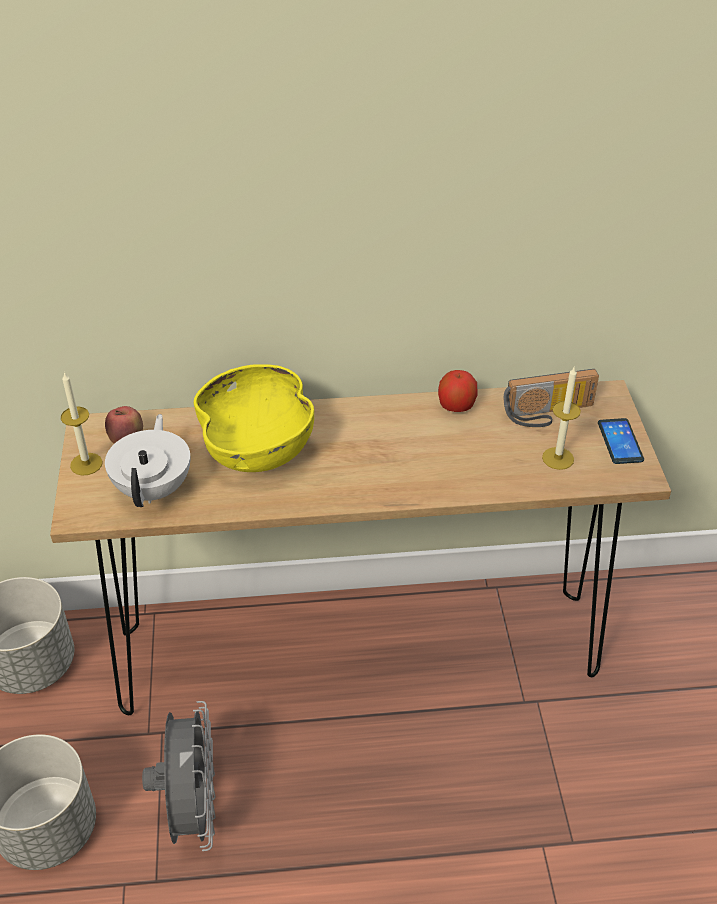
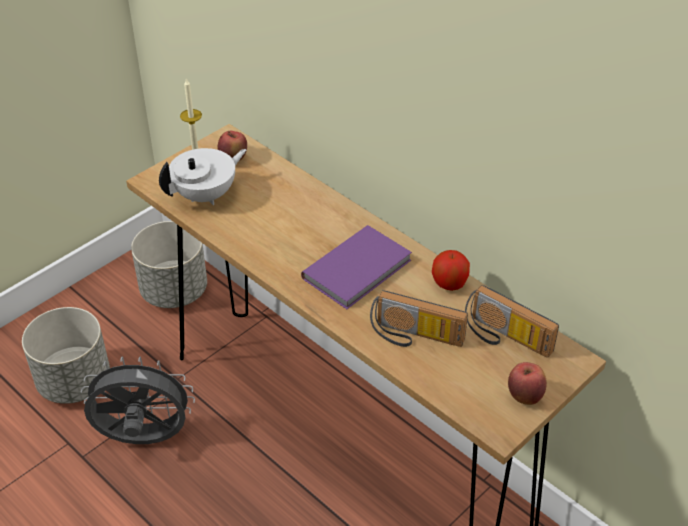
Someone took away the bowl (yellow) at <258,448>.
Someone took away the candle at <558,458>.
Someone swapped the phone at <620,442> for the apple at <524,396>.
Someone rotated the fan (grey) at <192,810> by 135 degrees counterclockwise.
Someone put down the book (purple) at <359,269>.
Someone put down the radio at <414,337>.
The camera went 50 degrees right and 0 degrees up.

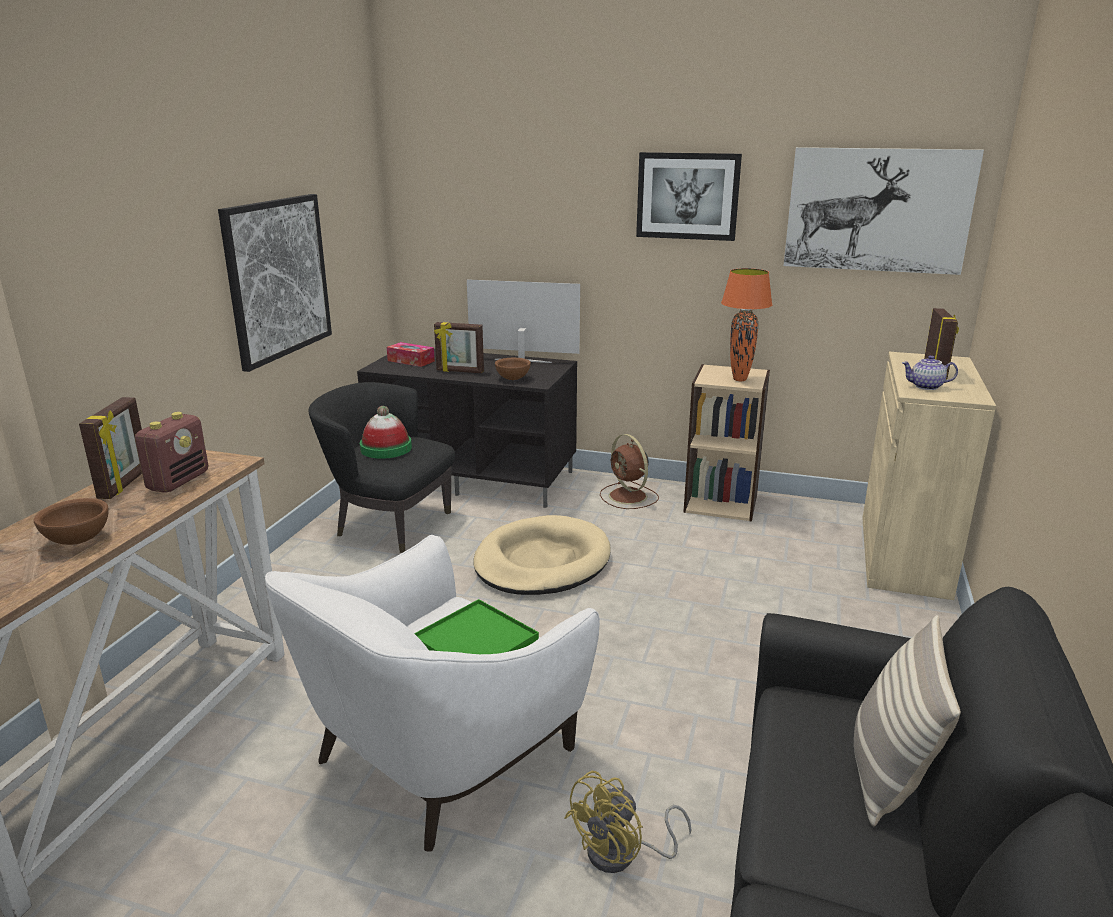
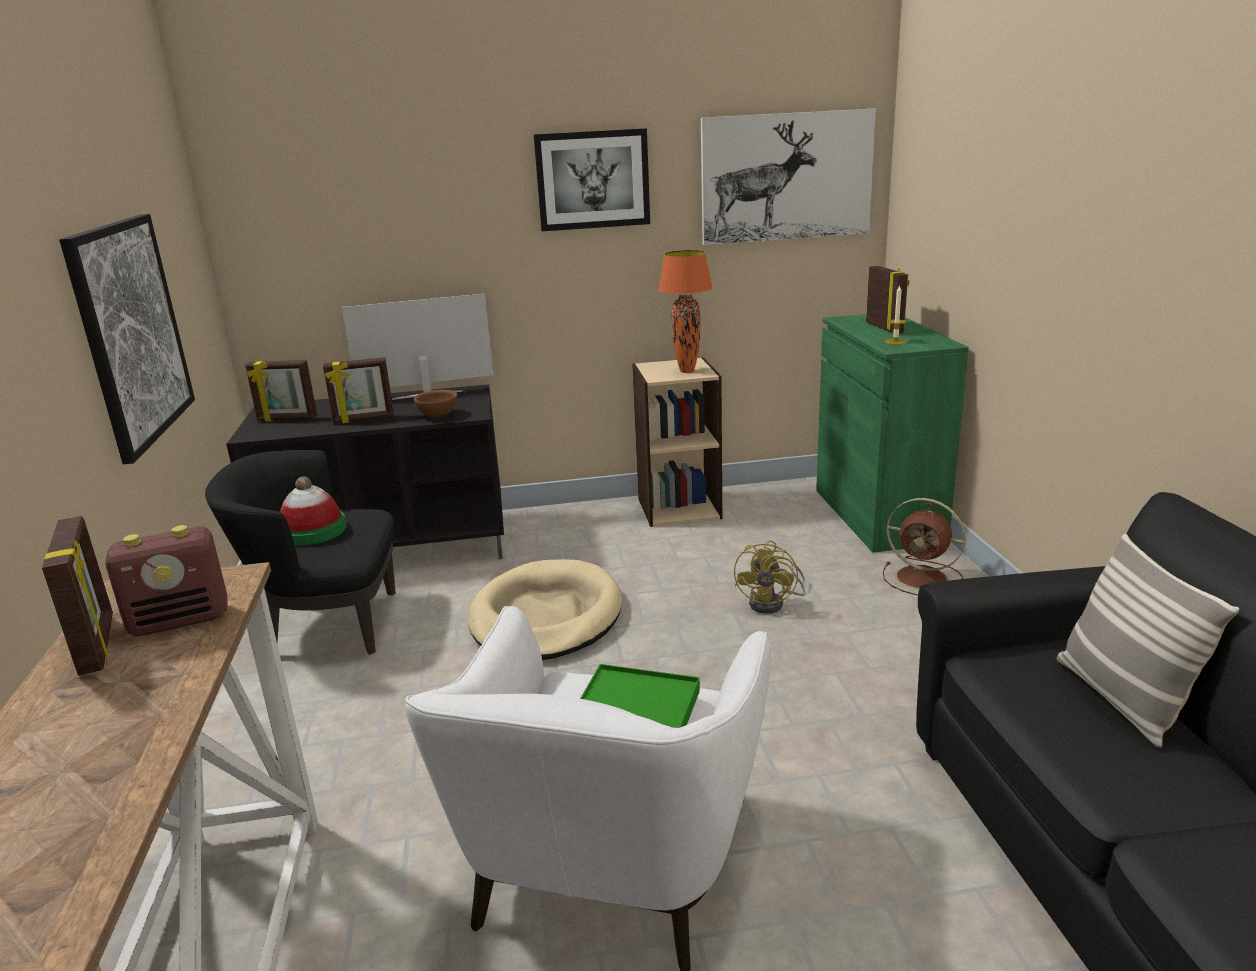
Someone swapped the tissue box at <411,361> for the picture frame at <287,419>.
Someone repainted the cabinet (beige) at <904,555>, which became the cabinet (green) at <877,515>.
Someone swapped the teapot at <926,387> for the candle at <895,342>.
Someone rotated the radio at <178,481> by 75 degrees clockwise.
Someone carried the fan (brown) from <629,497> to <924,578>.
Someone took away the bowl (brown) at <79,539>.
Someone carried the fan (yellow) from <622,854> to <773,603>.
The camera went 25 degrees left and 0 degrees up.

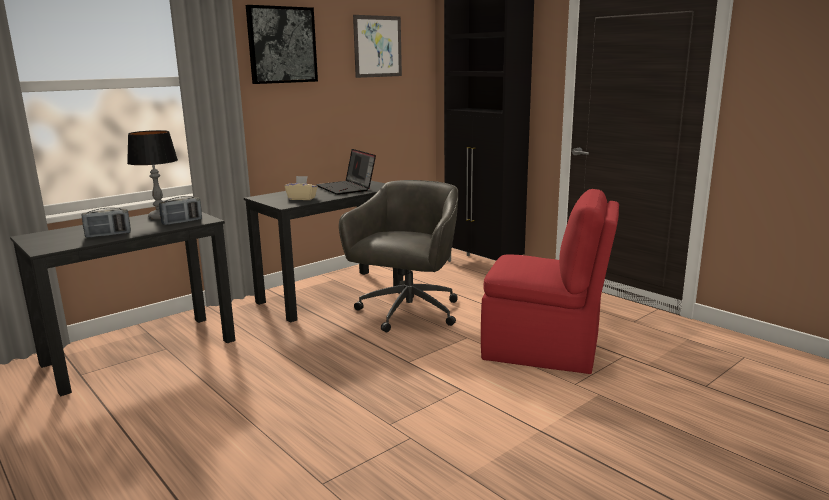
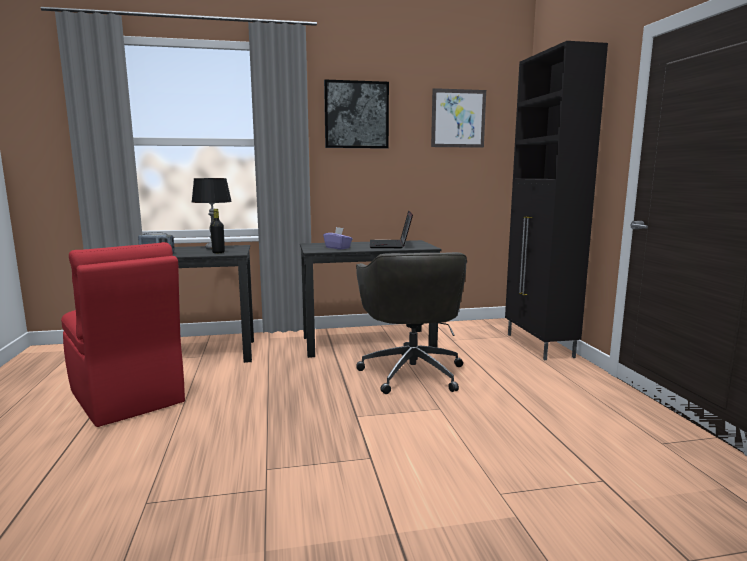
Someone repainted the tissue box (beige) at <302,198>, which became the tissue box (purple) at <338,248>.
Someone rotated the office chair (grey) at <407,313> by 120 degrees clockwise.
Someone carried the chair (red) from <544,350> to <127,398>.
Someone swapped the radio at <182,222> for the bottle (black) at <218,252>.
The camera went 30 degrees right and 5 degrees down.

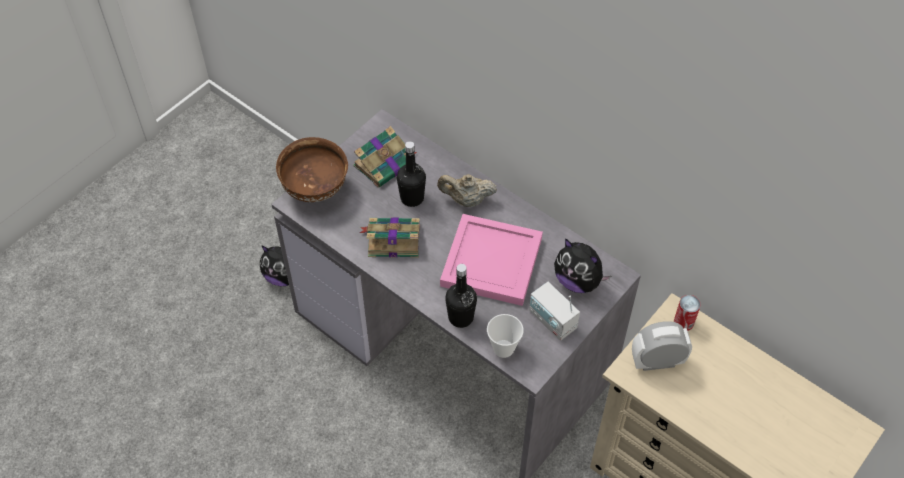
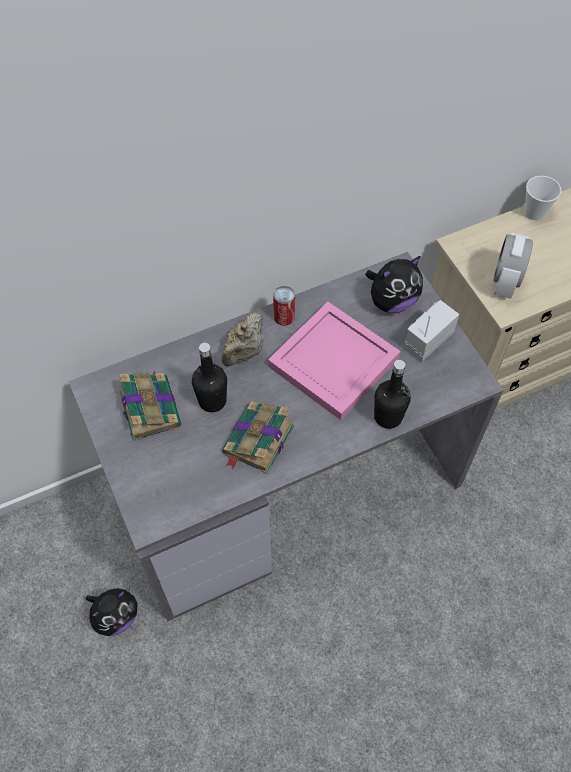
Someone took away the bowl (brown) at <316,190>.
Someone rotated the radio at <552,321> by 150 degrees clockwise.
Someone carried the can from <683,322> to <284,317>.
Someone carried the cup from <503,348> to <534,213>.
The camera went 65 degrees left and 5 degrees up.

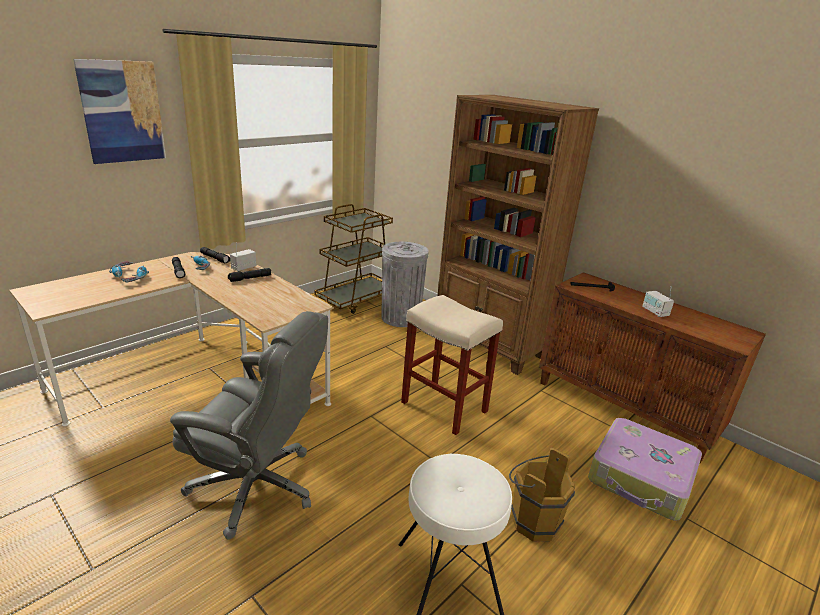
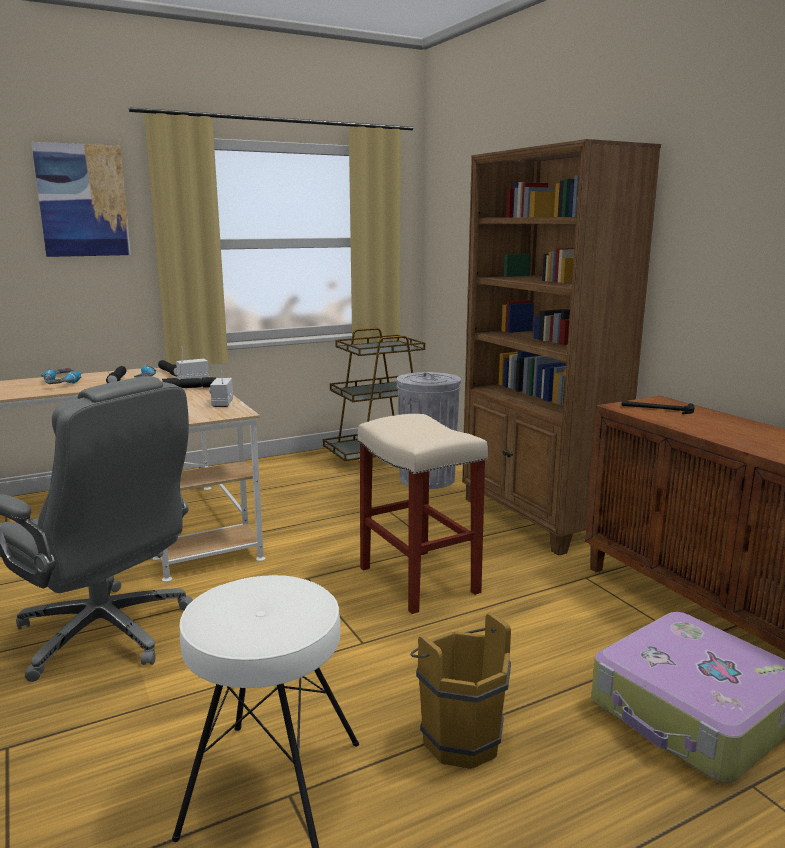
Someone carried the radio from <655,312> to <222,403>.
The camera went 20 degrees right and 10 degrees down.

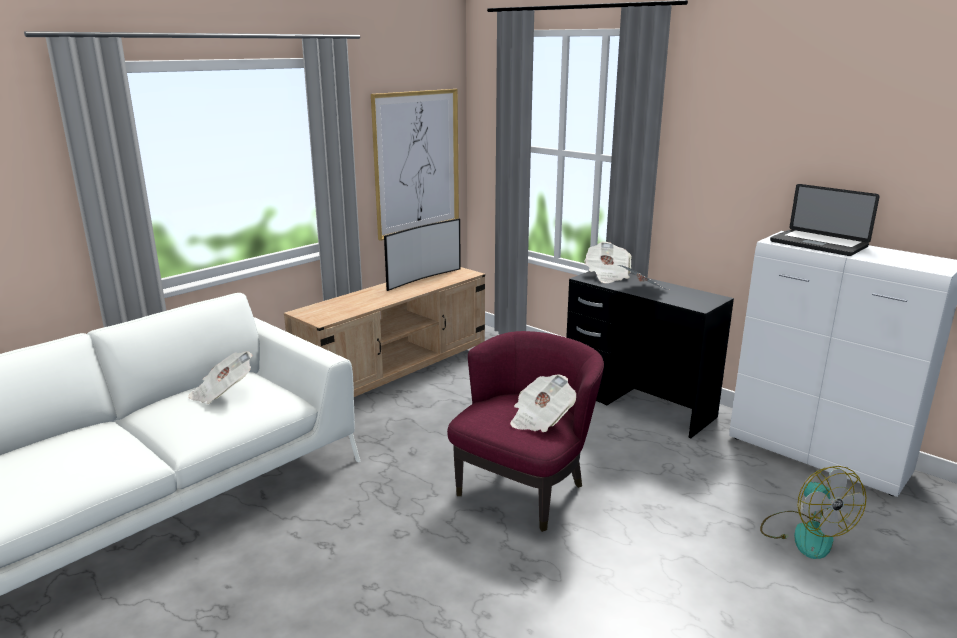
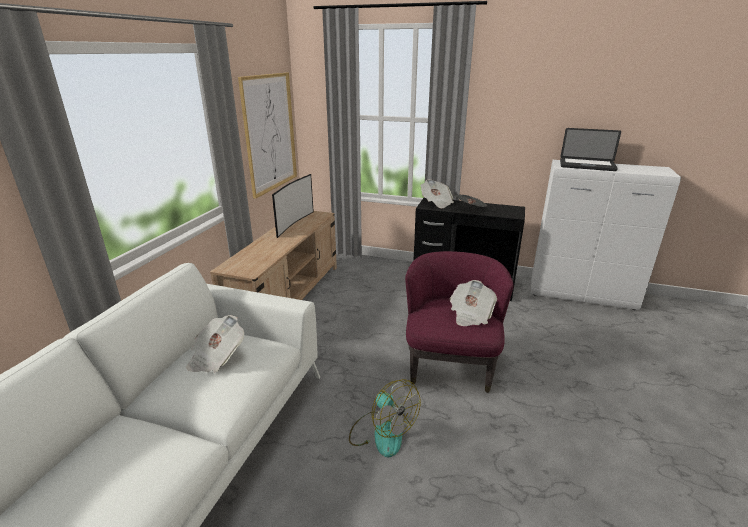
Someone carried the fan from <804,534> to <382,432>.
The camera went 25 degrees left and 5 degrees up.

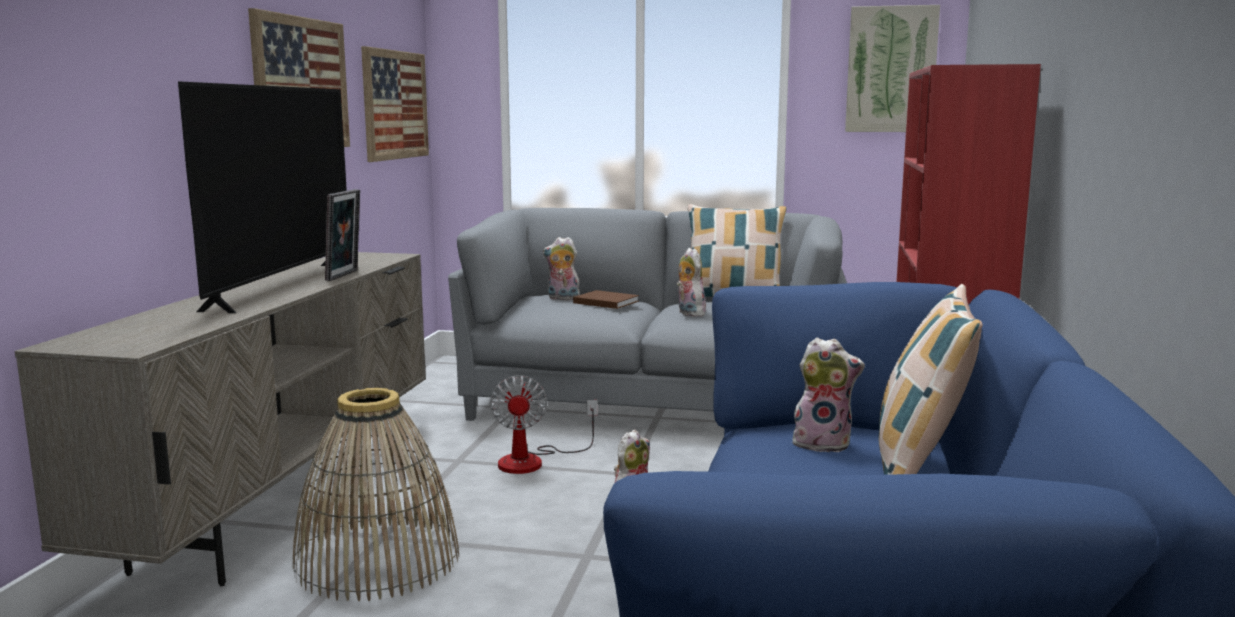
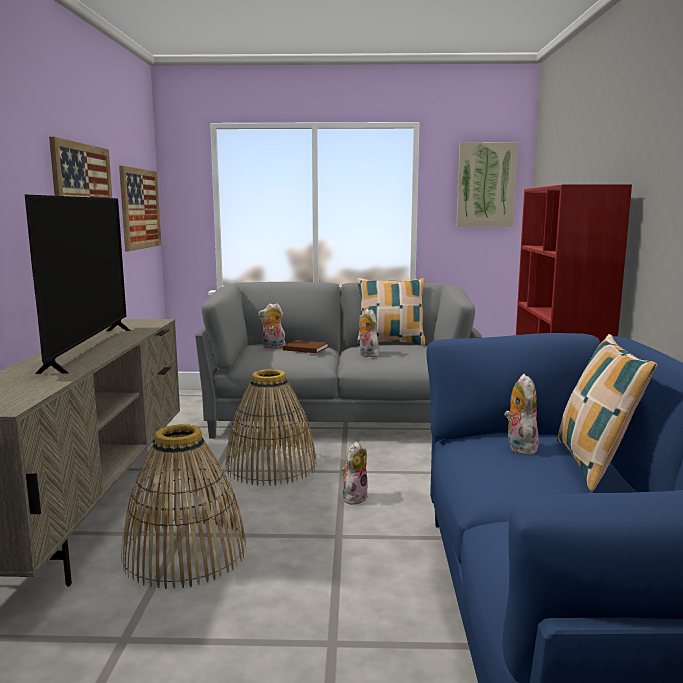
Someone took away the picture frame at <345,275>.
Someone rotated the plush toy at <823,444> by 90 degrees counterclockwise.
Someone swapped the fan at <533,461> for the basket at <271,466>.
The camera went 10 degrees left and 0 degrees up.

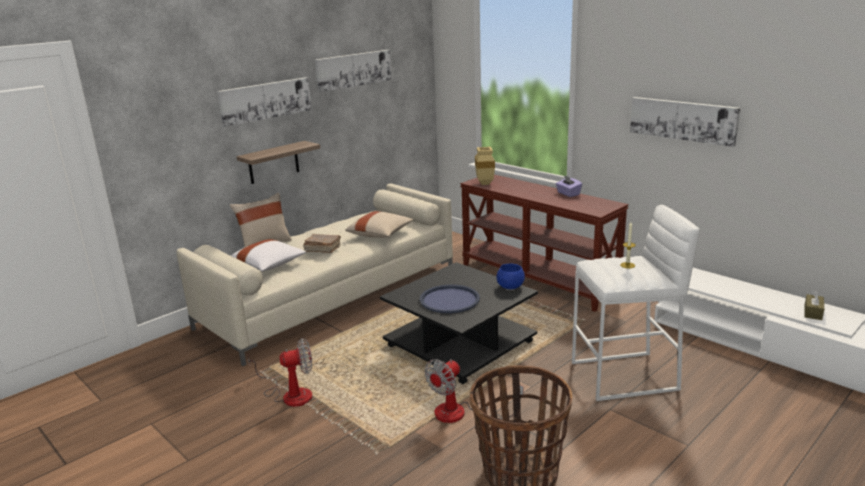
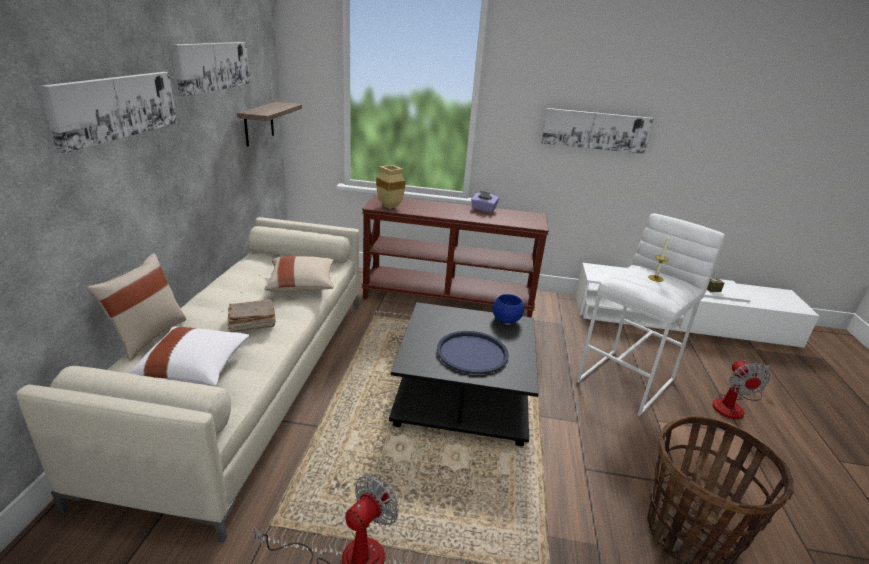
Someone carried the shelf from <273,162> to <259,123>.
Someone carried the fan from <461,413> to <733,405>.
The camera went 40 degrees left and 5 degrees up.

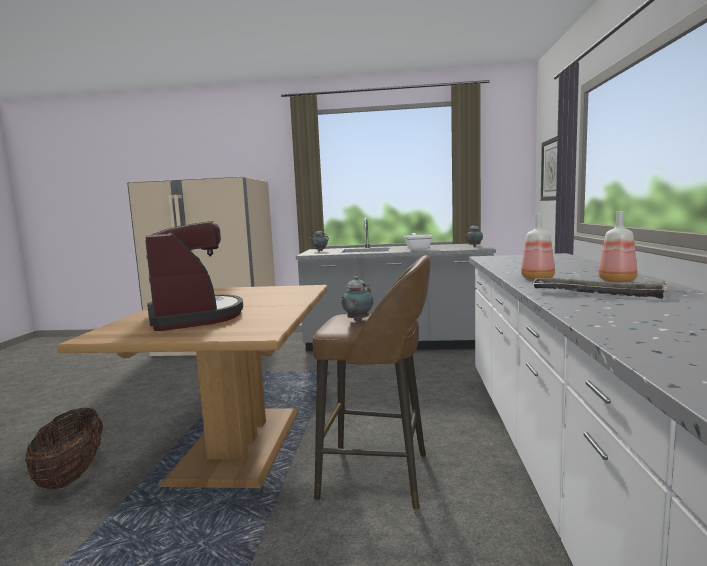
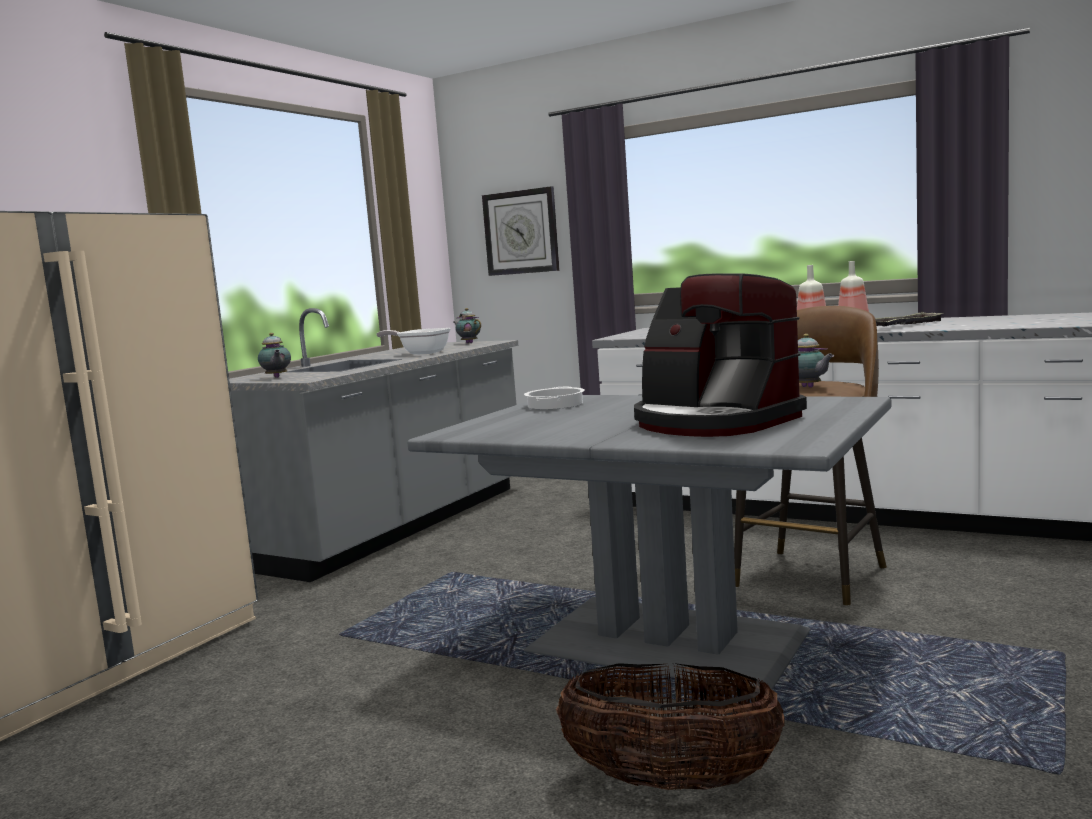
Someone rotated the coffee machine at <194,316> by 135 degrees counterclockwise.
Someone repainted the dining table (brown) at <237,444>, which became the dining table (grey) at <666,644>.
Someone put down the cooking pot at <554,404>.
The camera went 65 degrees left and 0 degrees up.

